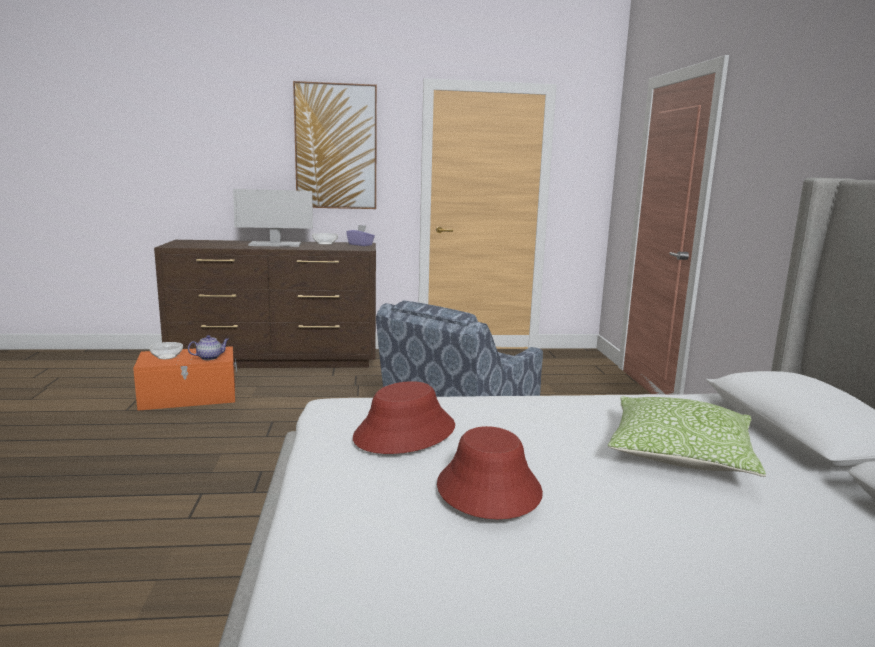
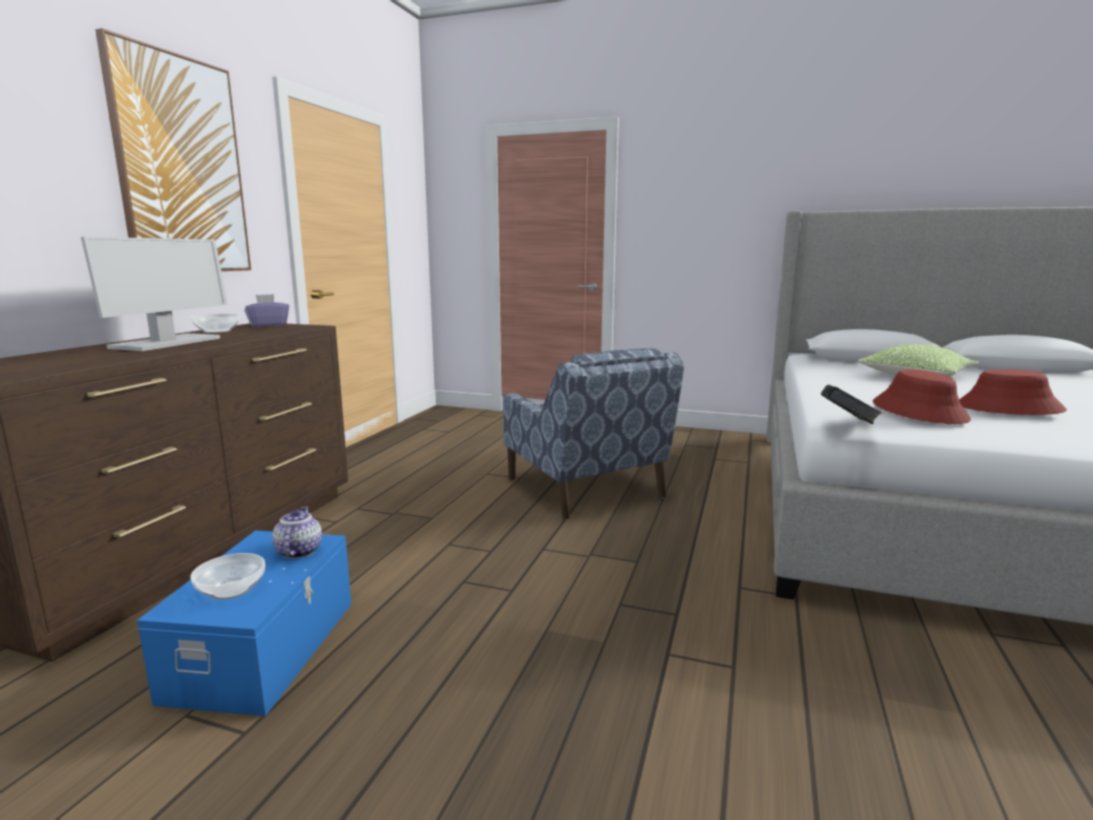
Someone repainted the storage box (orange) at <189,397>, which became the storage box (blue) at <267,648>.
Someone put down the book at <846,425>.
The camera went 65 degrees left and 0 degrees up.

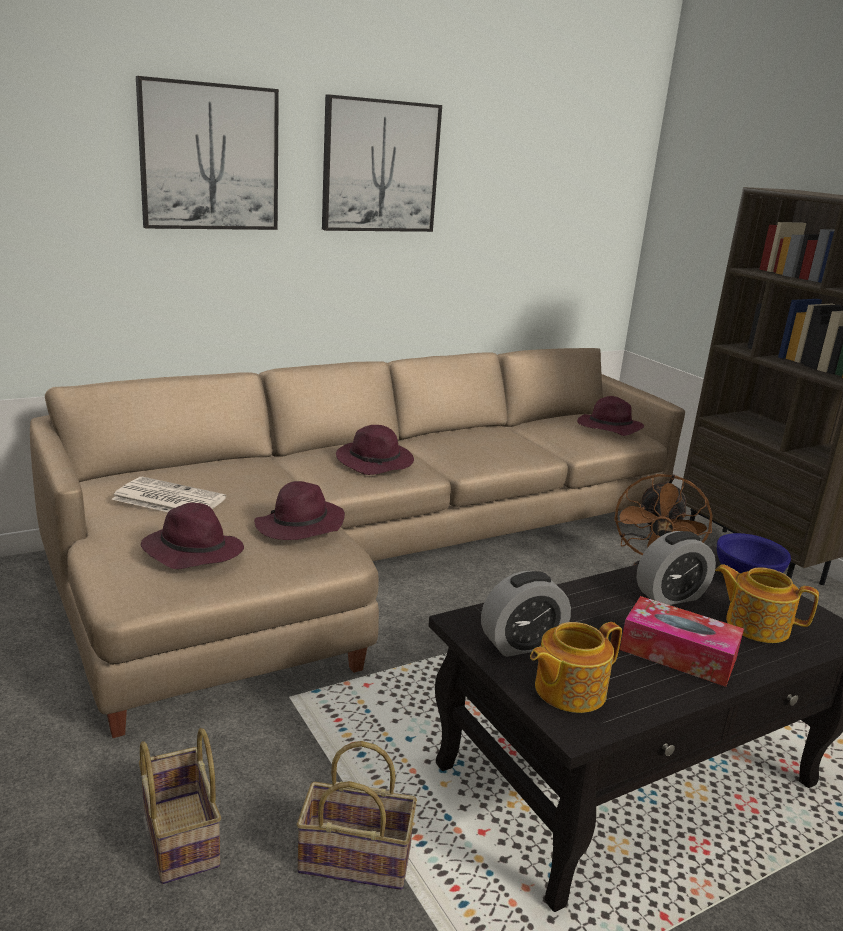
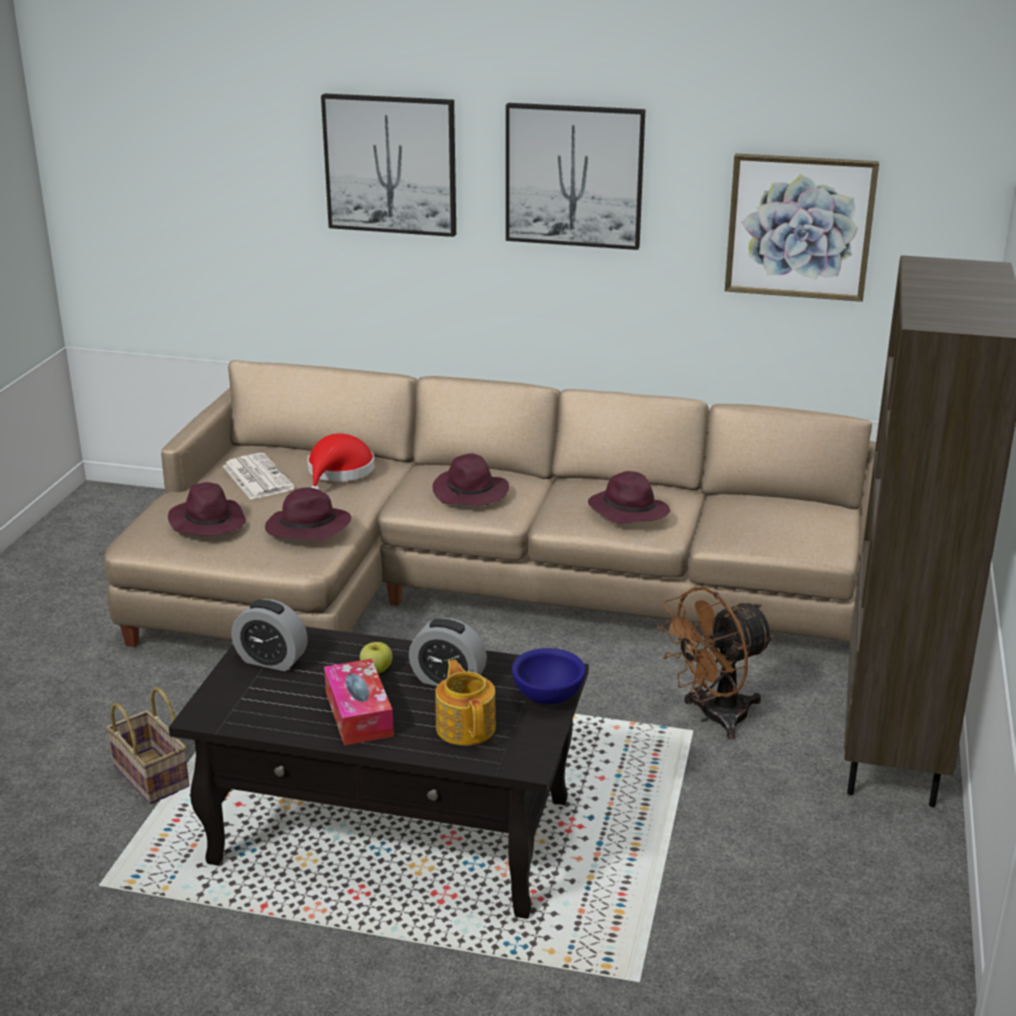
Someone carried the hat (purple) from <608,428> to <627,511>.
Someone took away the teapot at <568,690>.
Someone took away the basket at <177,835>.
Someone put up the picture at <799,227>.
Someone put down the hat (red) at <339,472>.
Someone put down the apple at <376,669>.
The camera went 45 degrees right and 5 degrees up.

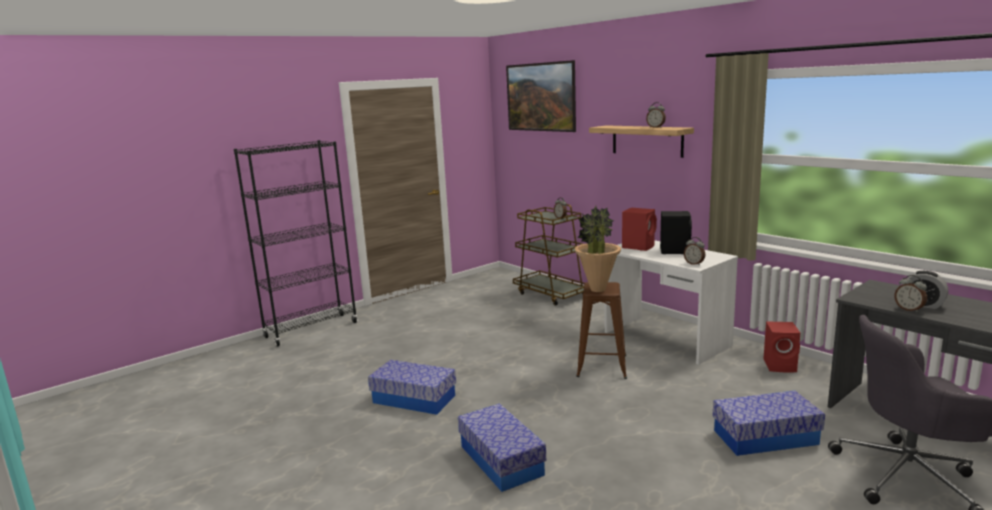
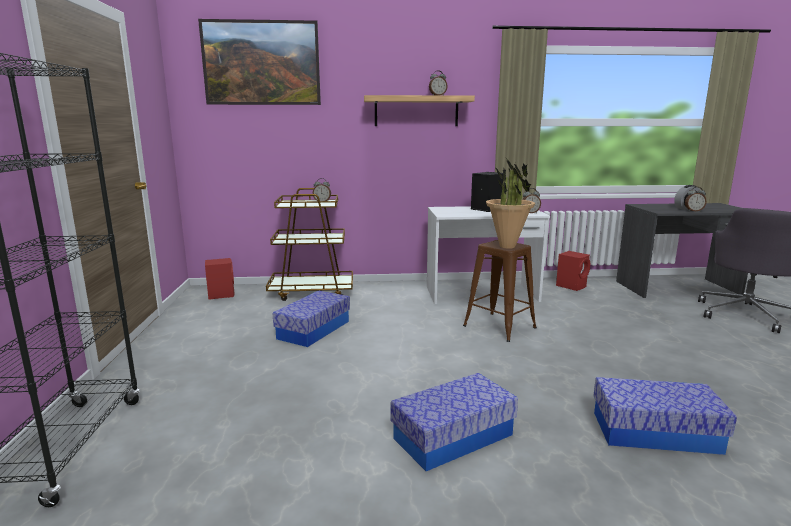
Someone carried the speaker (red) from <639,246> to <221,294>.
Someone carried the storage box from <765,437> to <314,330>.
The camera went 55 degrees left and 0 degrees up.

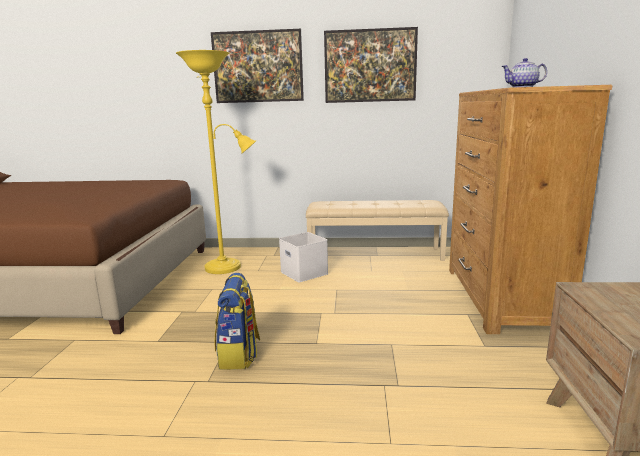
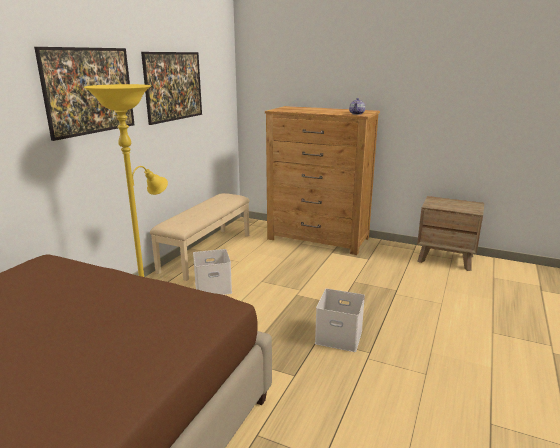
Someone swapped the backpack at <239,355> for the storage box (white) at <340,336>.
The camera went 70 degrees left and 5 degrees up.

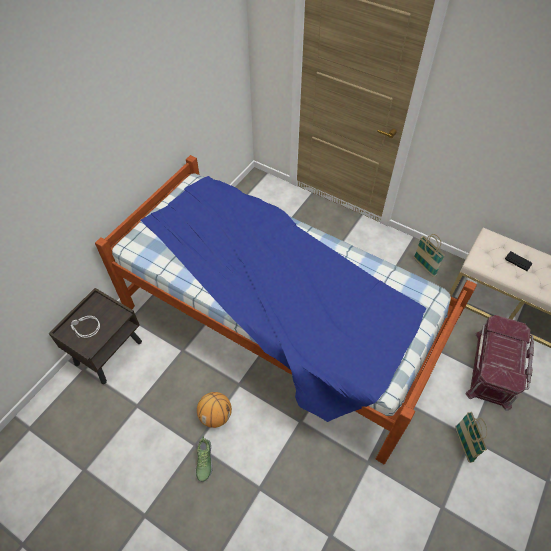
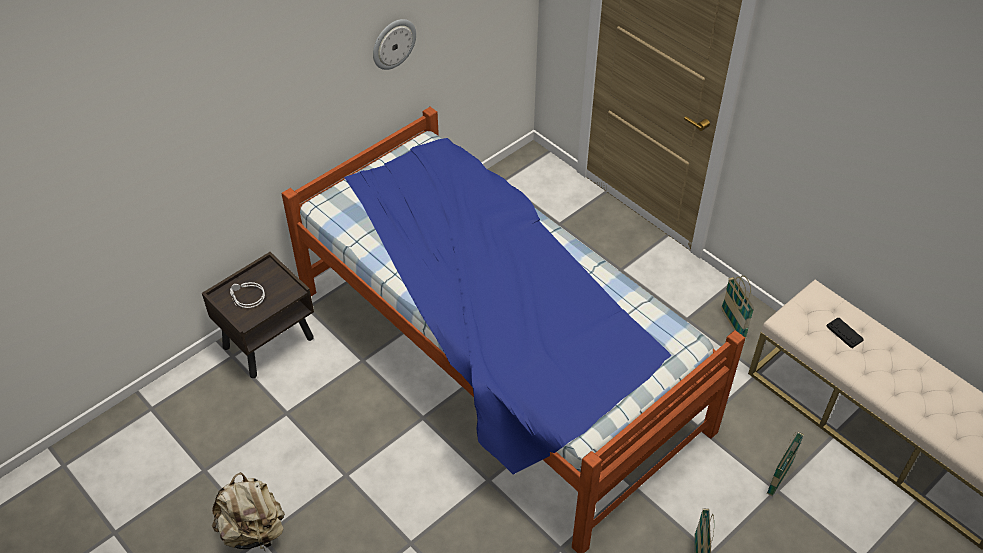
Someone swapped the storage box (red) at <493,369> for the basket at <779,478>.
Someone took away the basketball at <215,415>.
Someone took away the shoe at <204,461>.
Someone put up the wall clock at <393,43>.
Someone put down the backpack (beige) at <253,530>.
The camera went 15 degrees right and 5 degrees down.

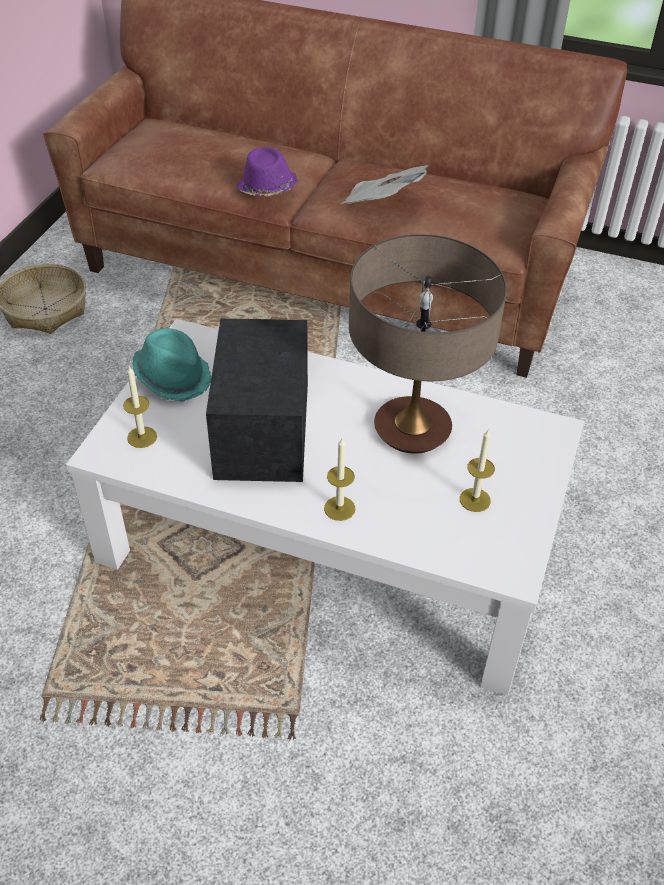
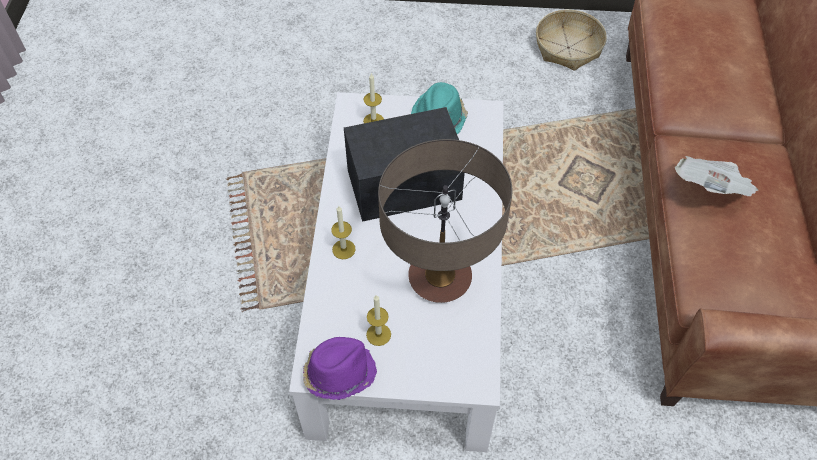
Someone carried the hat (purple) from <267,189> to <339,372>.
The camera went 75 degrees right and 10 degrees up.

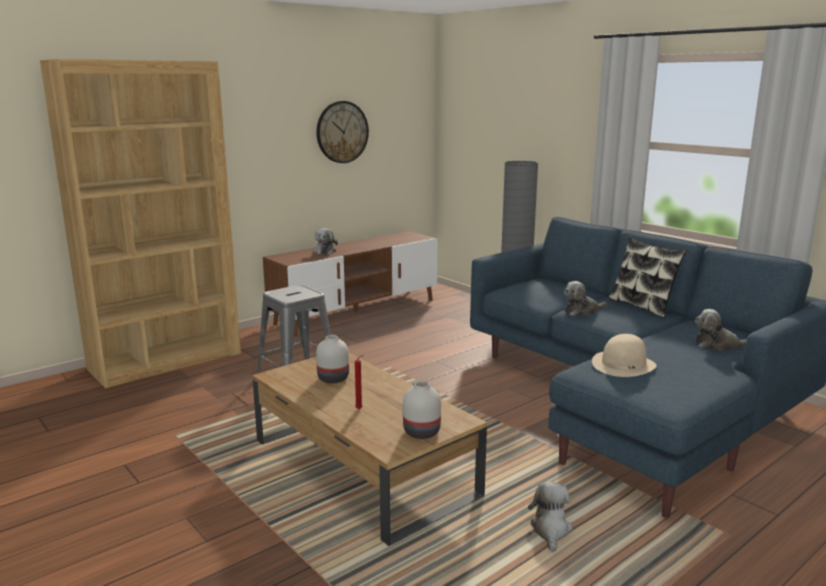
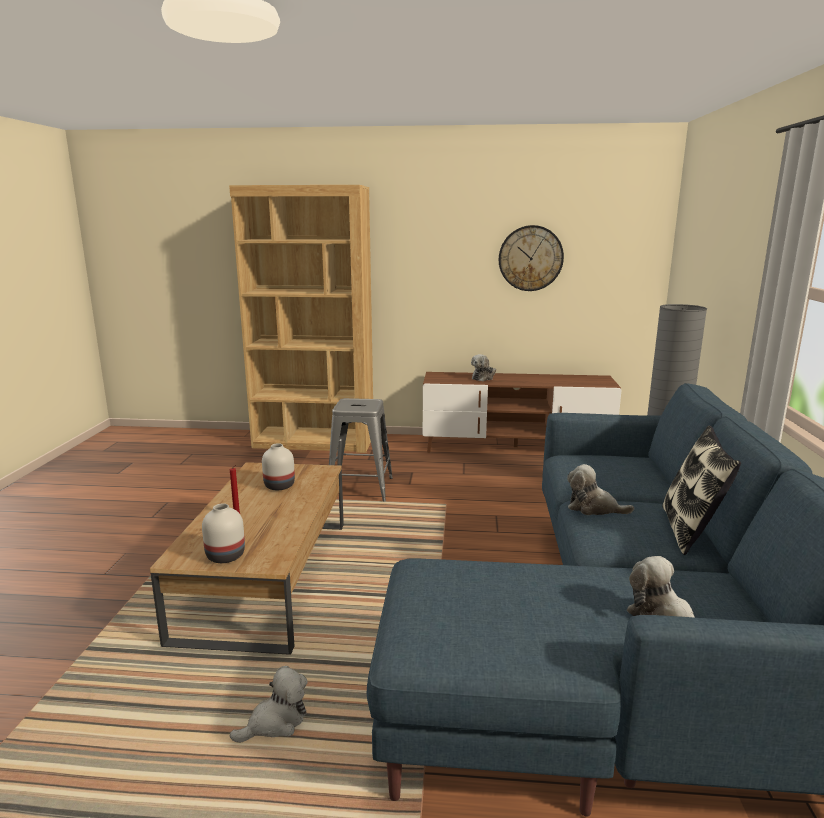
Someone took away the hat (beige) at <623,364>.
The camera went 45 degrees right and 0 degrees up.

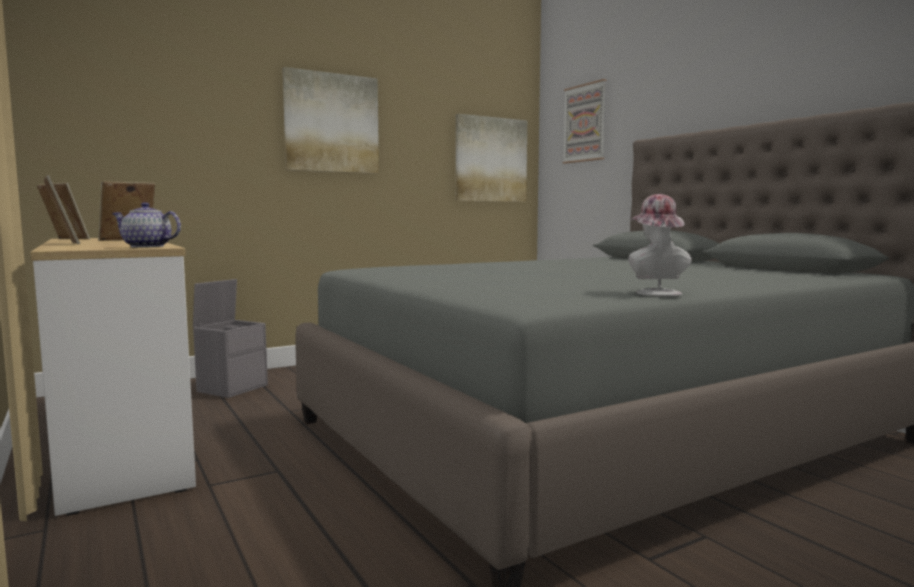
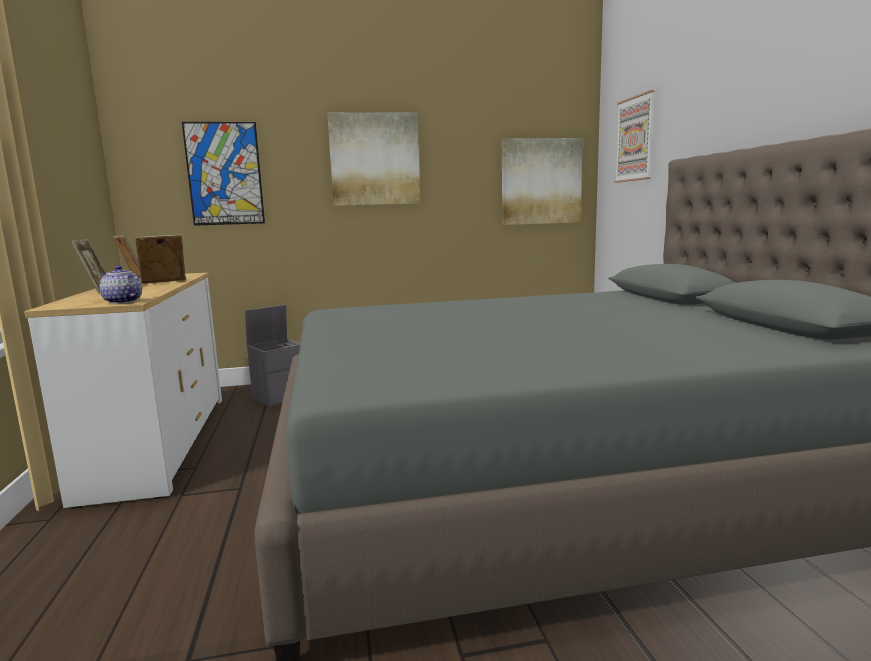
Someone took away the hat at <655,292>.
Someone put up the picture at <224,174>.
The camera went 20 degrees right and 5 degrees up.

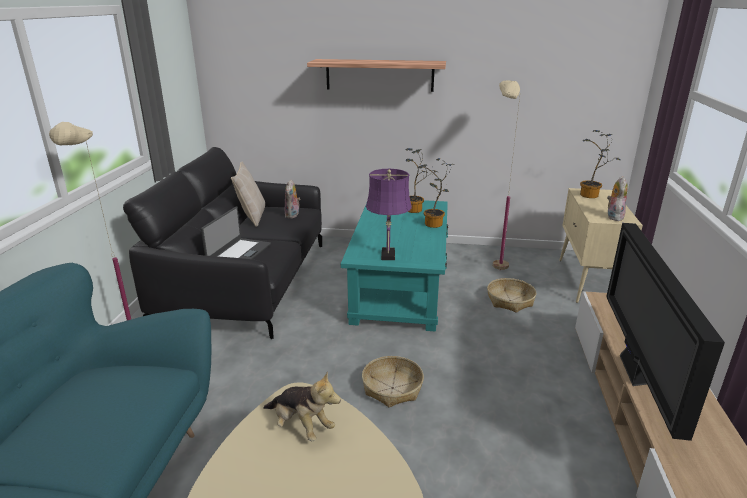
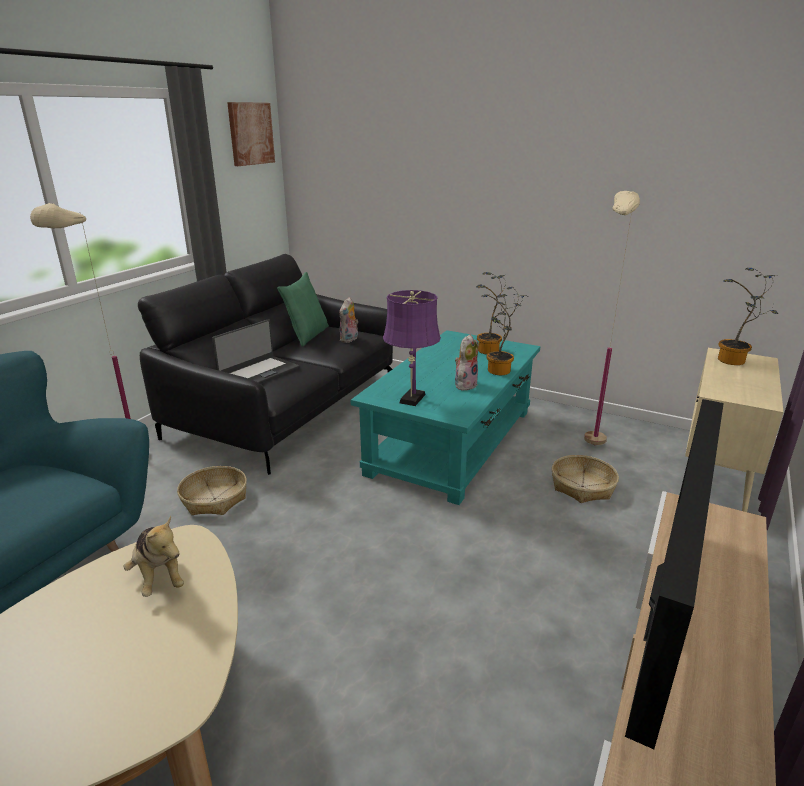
Someone took away the shelf at <379,75>.
Someone repainted the pillow (beige) at <252,216>, which became the pillow (green) at <307,335>.
Someone carried the plush toy from <613,216> to <465,384>.
Someone carried the basket from <392,388> to <214,499>.
Someone put up the picture at <250,134>.
The camera went 20 degrees right and 0 degrees up.

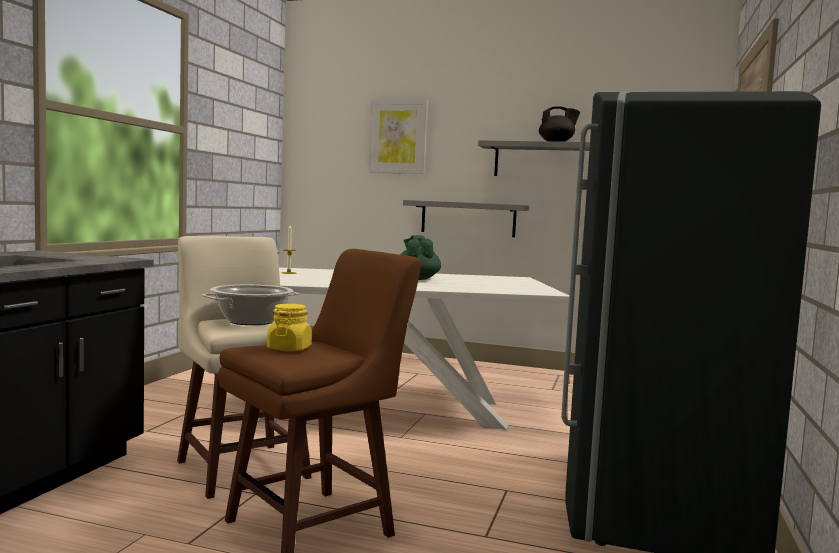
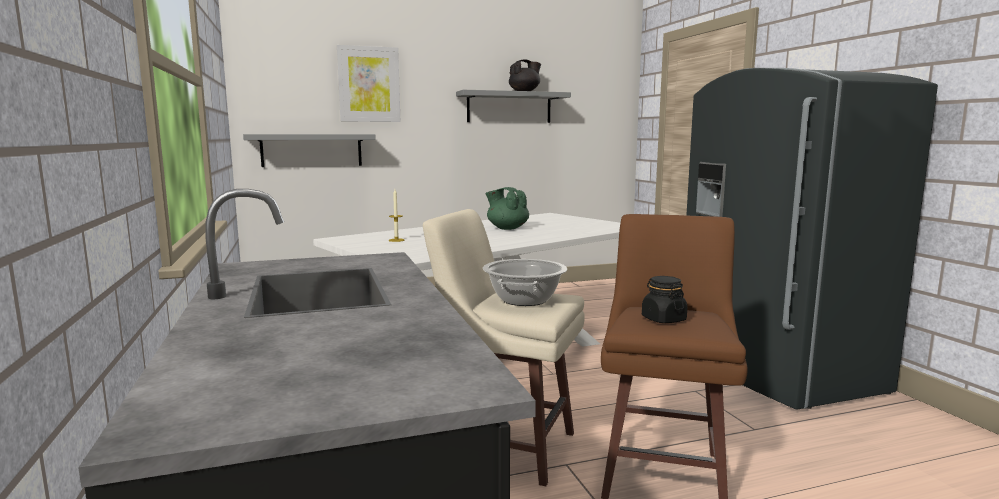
Someone carried the shelf (grey) from <468,218> to <311,150>.
Someone repainted the jar (yellow) at <289,348>, which became the jar (black) at <663,319>.
The camera went 35 degrees left and 5 degrees up.

